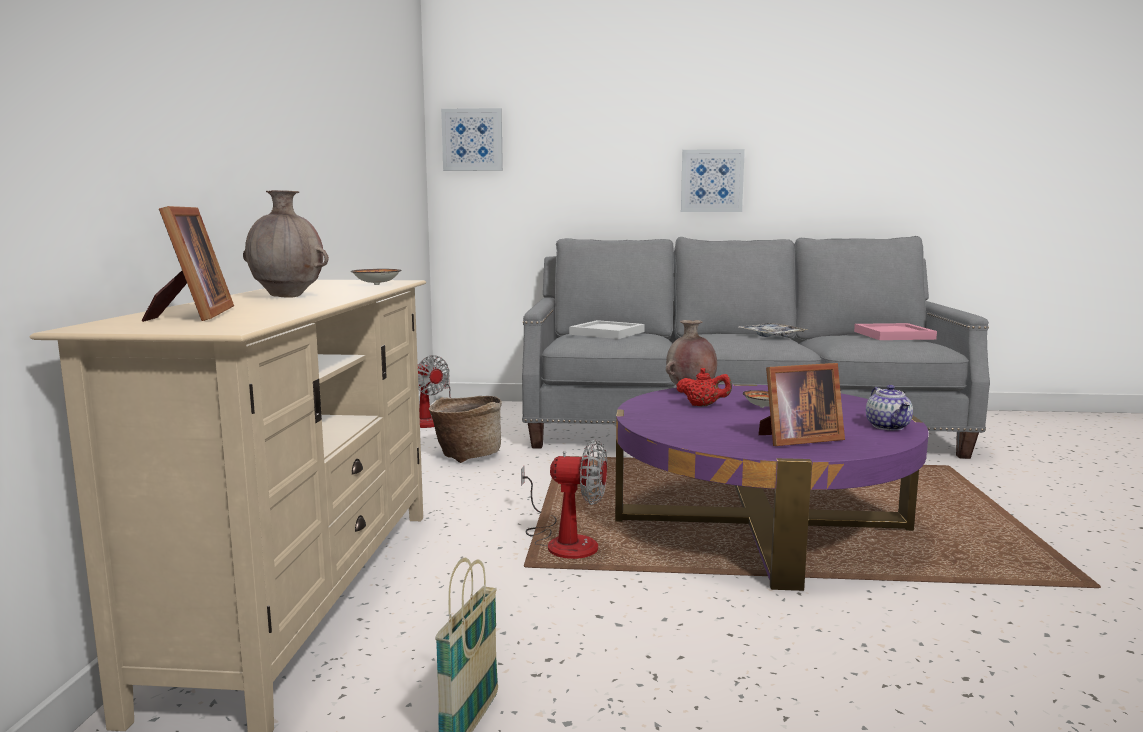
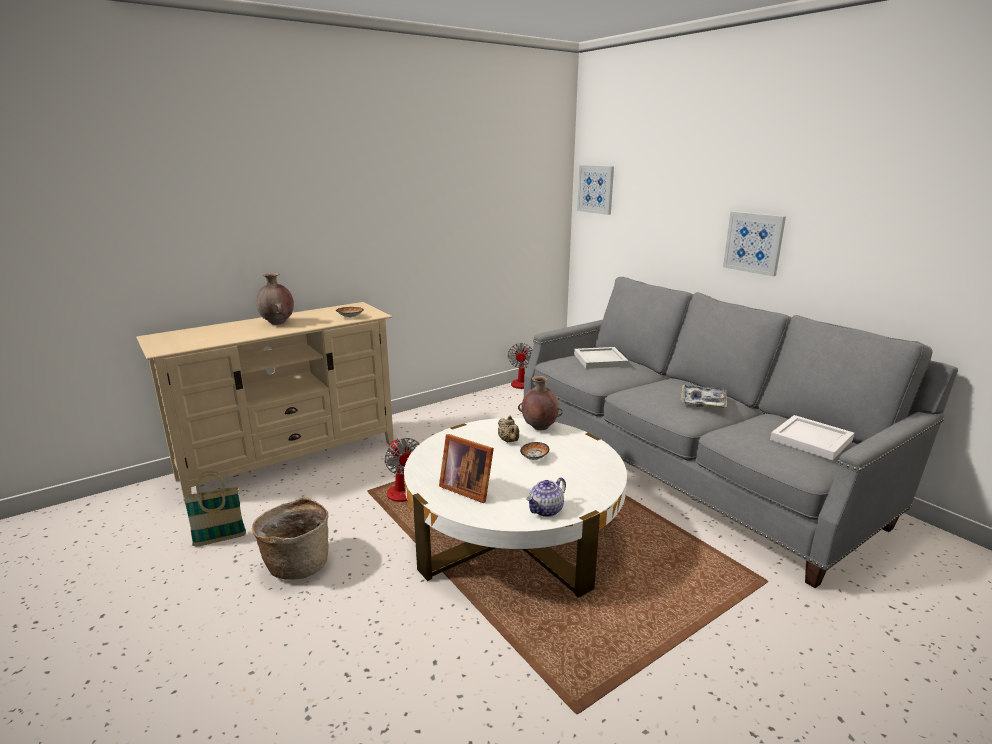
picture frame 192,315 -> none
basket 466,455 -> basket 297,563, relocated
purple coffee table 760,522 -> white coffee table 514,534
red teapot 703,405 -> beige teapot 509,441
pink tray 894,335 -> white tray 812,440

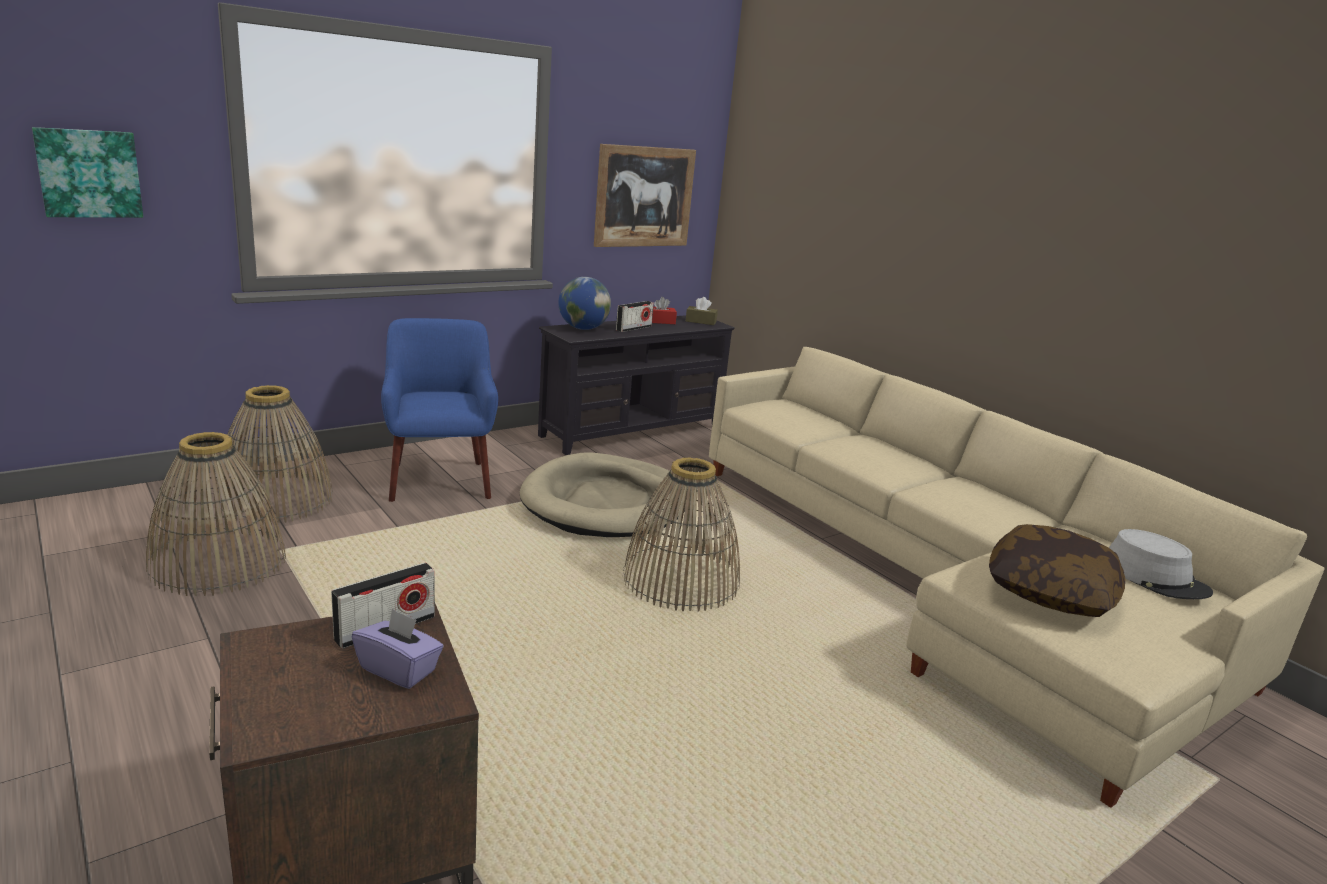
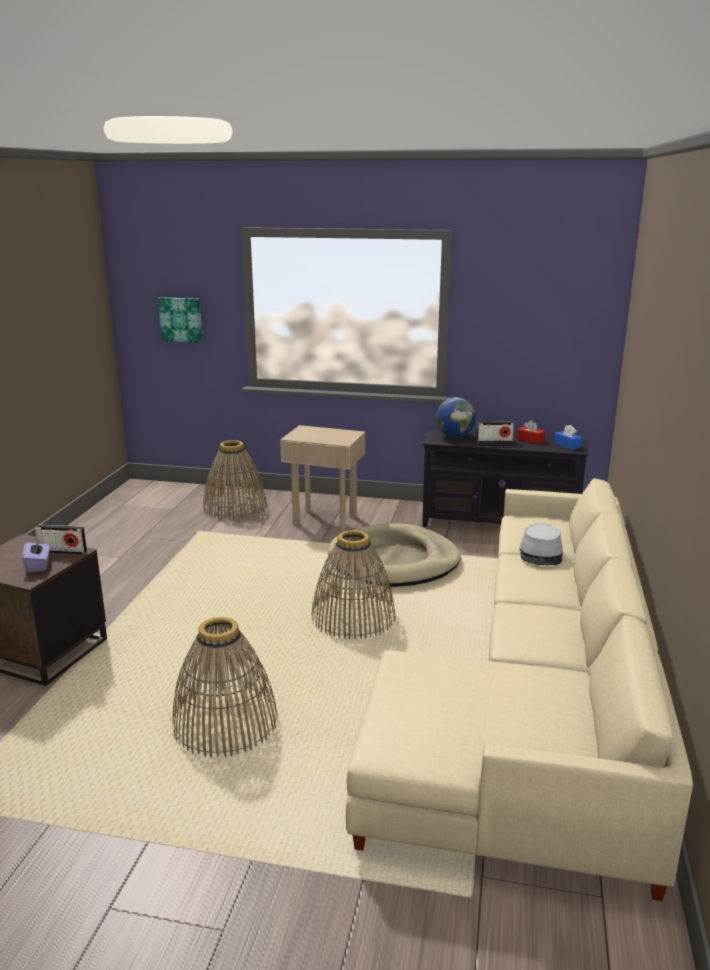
basket 218,563 -> basket 225,722, relocated
blue armchair 439,480 -> beige side table 324,520
picture 644,197 -> none
brown tissue box 700,321 -> blue tissue box 567,445
pillow 1049,590 -> none
grey hat 1155,577 -> grey hat 541,554, relocated

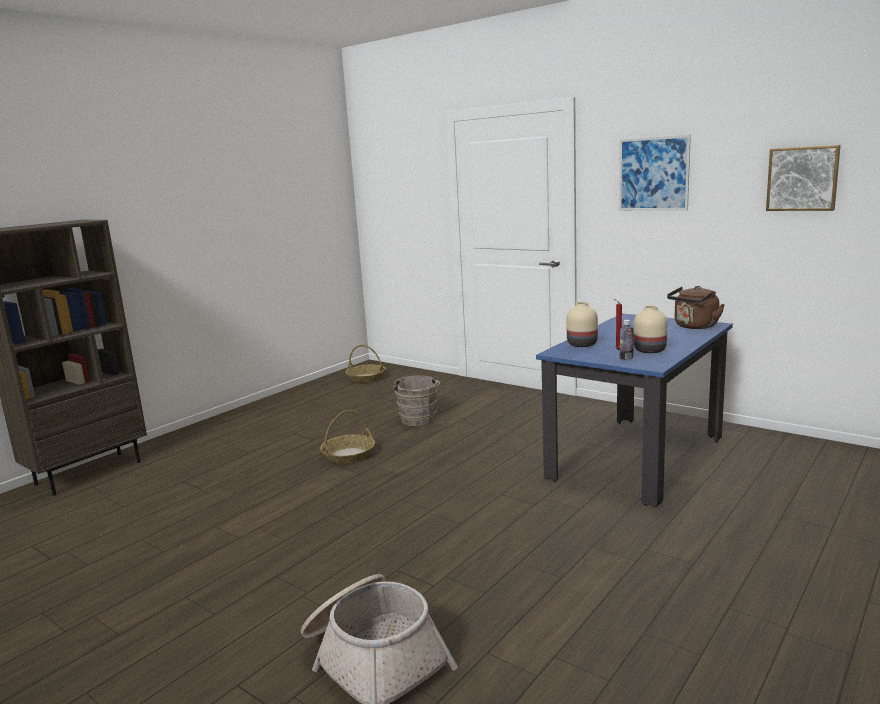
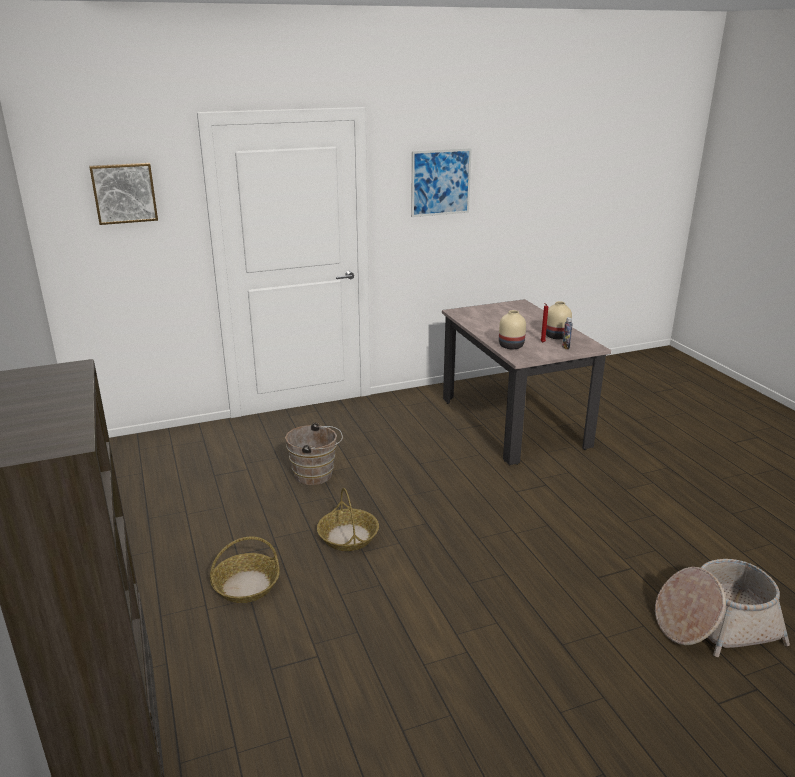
basket 366,378 -> basket 246,585, relocated
blue dining table 637,457 -> beige dining table 513,422
brown kettle 694,326 -> none
picture 802,178 -> picture 124,193, relocated

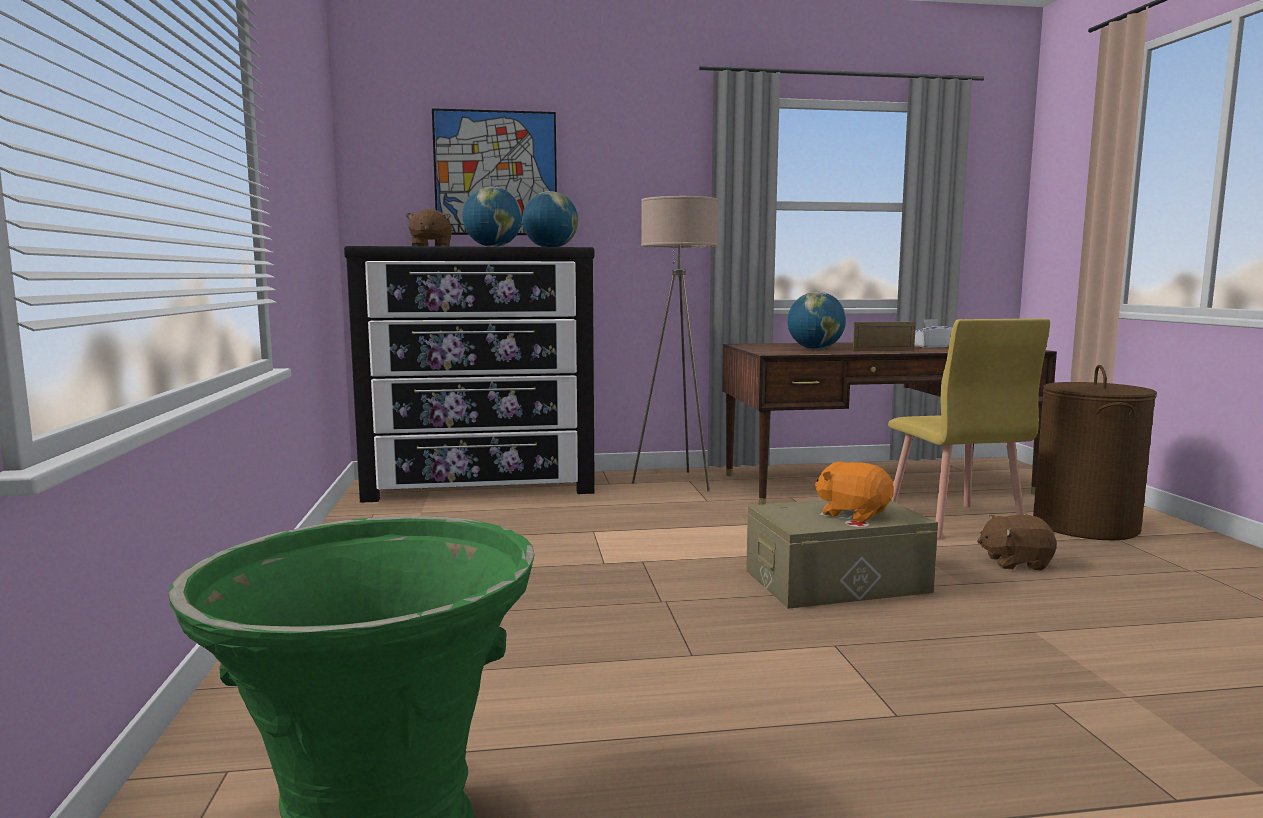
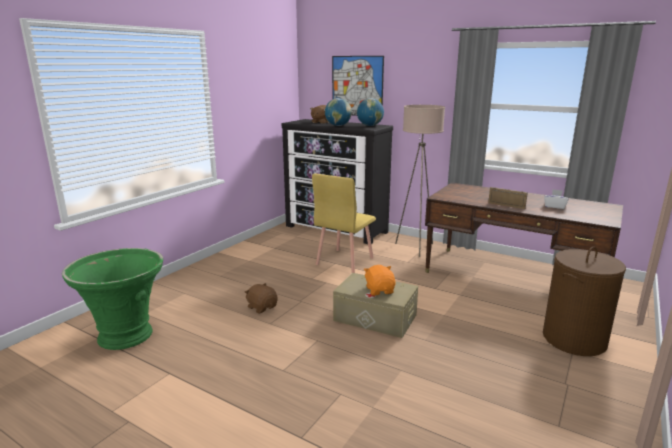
globe 815,349 -> none
yellow chair 953,521 -> yellow chair 344,261, relocated
brown plush toy 1015,563 -> brown plush toy 262,307, relocated

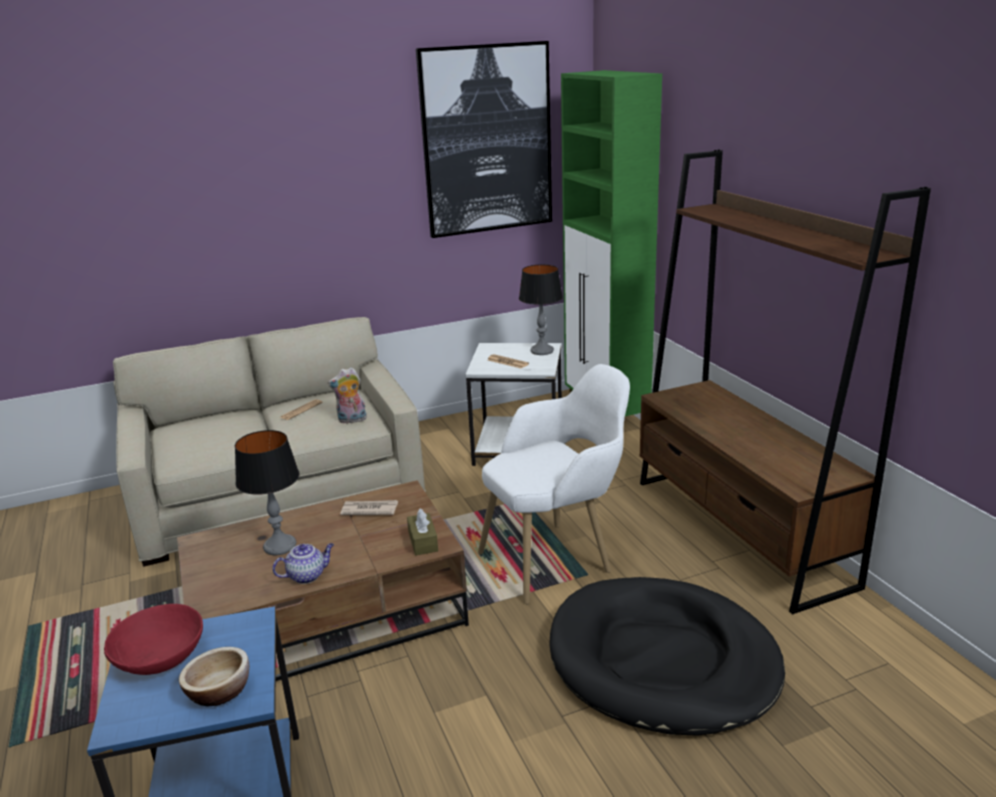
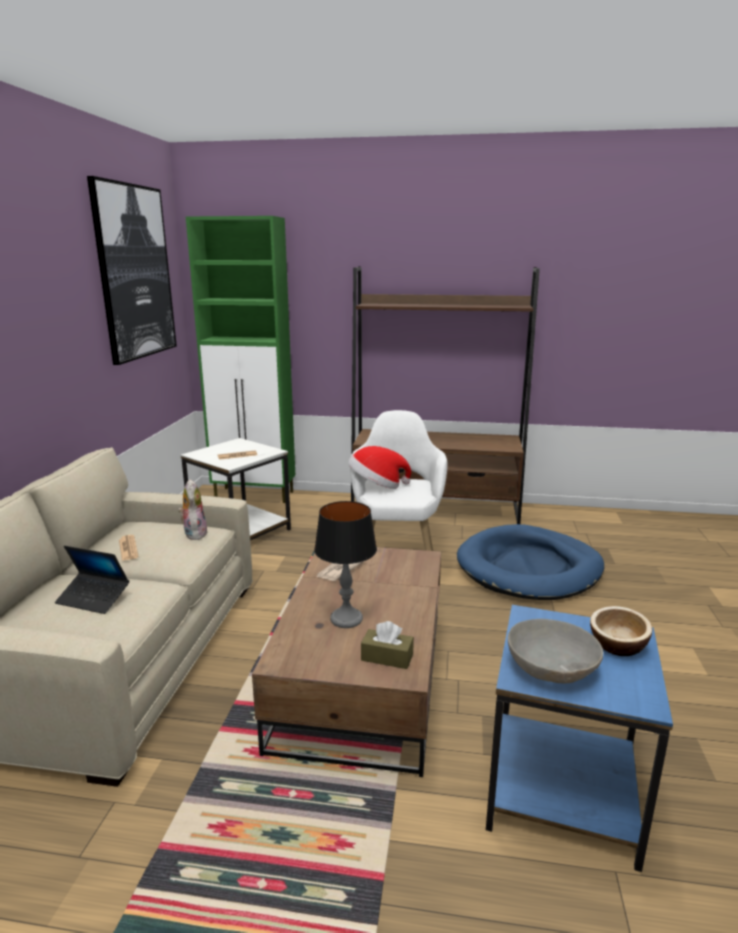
red bowl 160,657 -> grey bowl 552,668
teapot 307,575 -> none
plush toy 351,420 -> plush toy 194,533, 150 degrees clockwise
brown tissue box 423,541 -> brown tissue box 387,657, relocated
table lamp 542,351 -> none
black dog bed 662,660 -> blue dog bed 529,568
none -> laptop 93,598
none -> hat 377,486

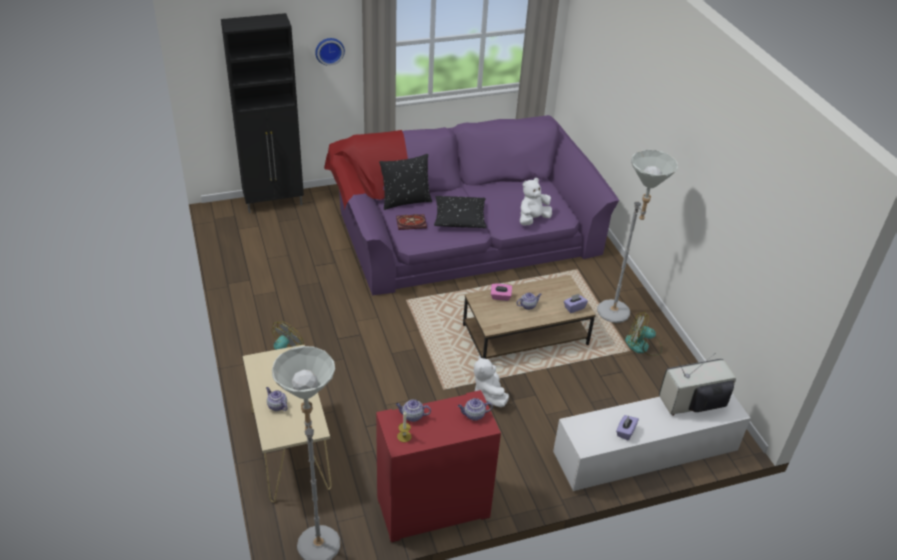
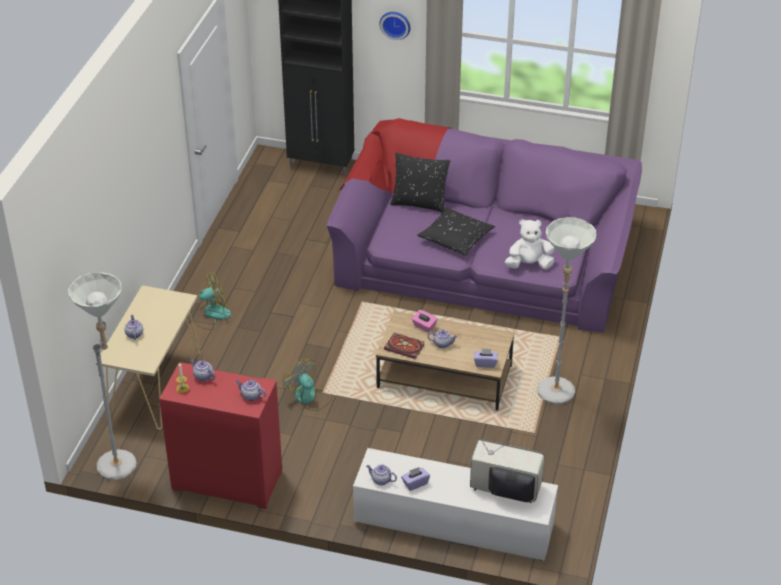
book 412,223 -> book 405,347, relocated
white plush toy 488,394 -> none
fan 642,346 -> fan 309,397, relocated
none -> teapot 381,480

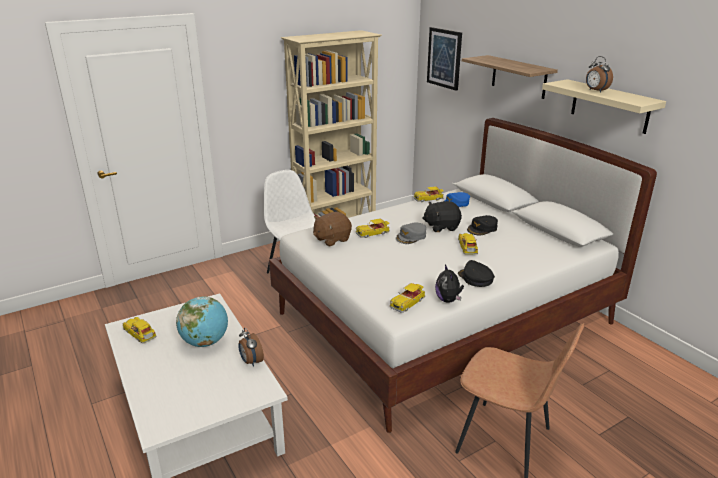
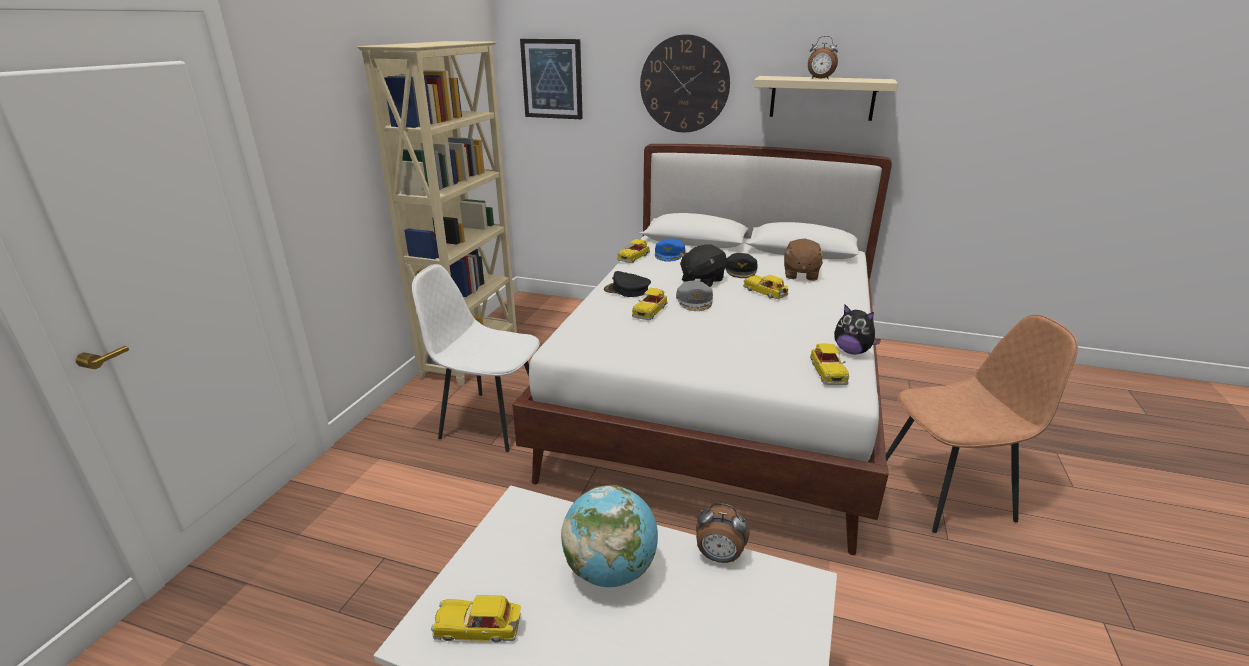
brown plush toy 331,239 -> brown plush toy 800,274, relocated
black cap 475,278 -> black cap 627,290, relocated
shelf 519,77 -> wall clock 684,84

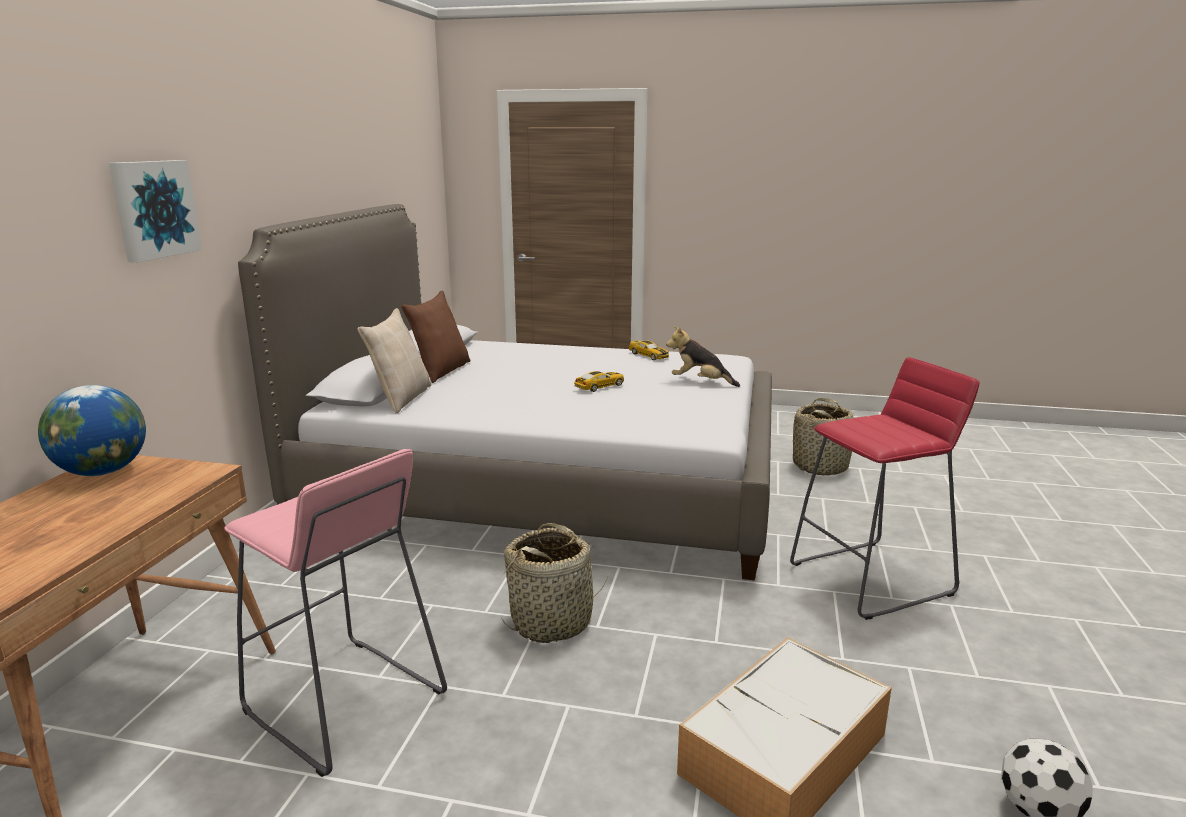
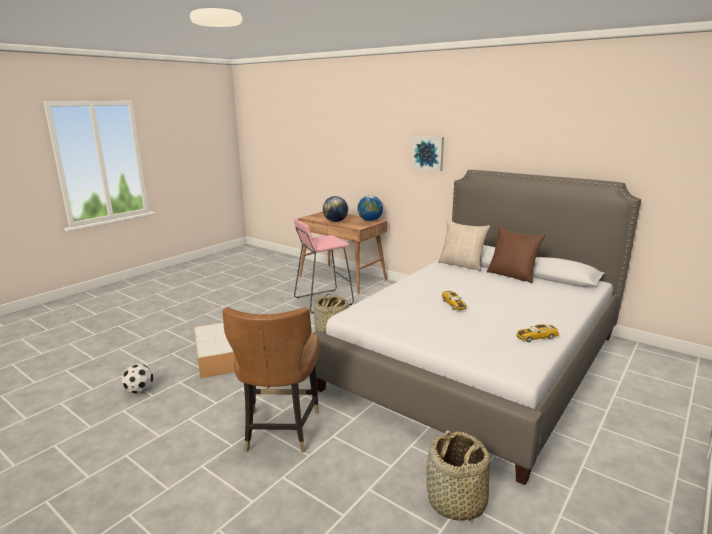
plush toy 700,382 -> none
red stool 872,579 -> brown chair 280,430
none -> globe 335,221

